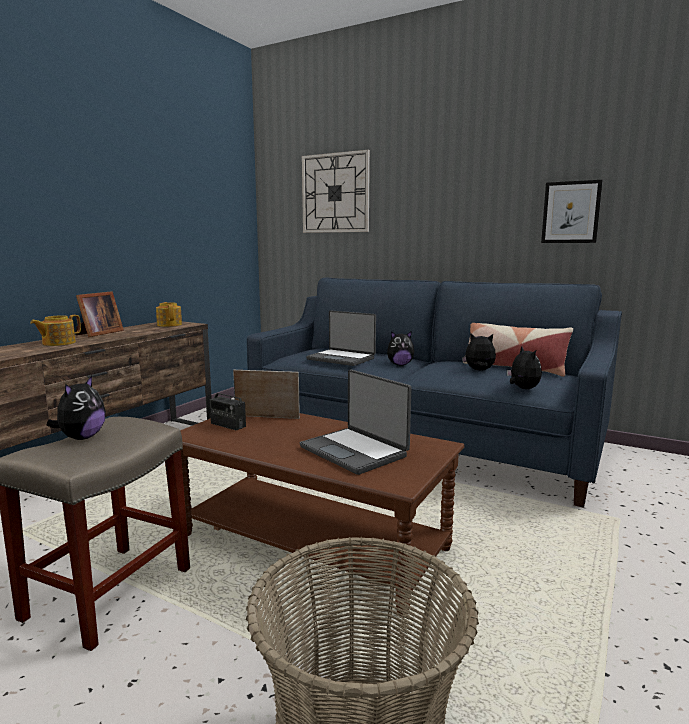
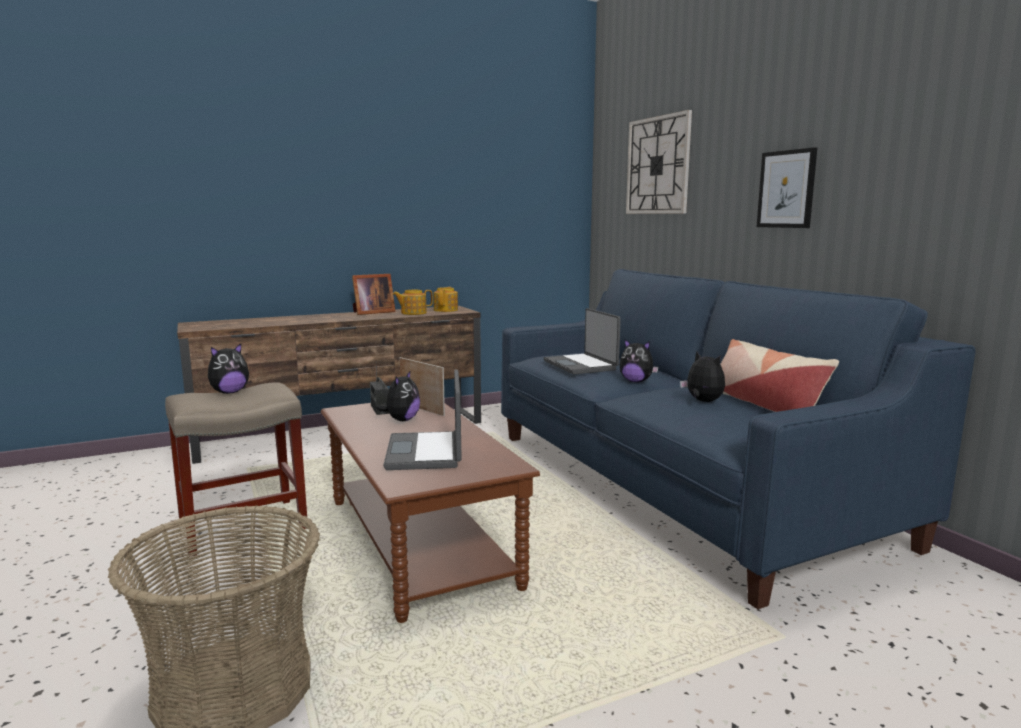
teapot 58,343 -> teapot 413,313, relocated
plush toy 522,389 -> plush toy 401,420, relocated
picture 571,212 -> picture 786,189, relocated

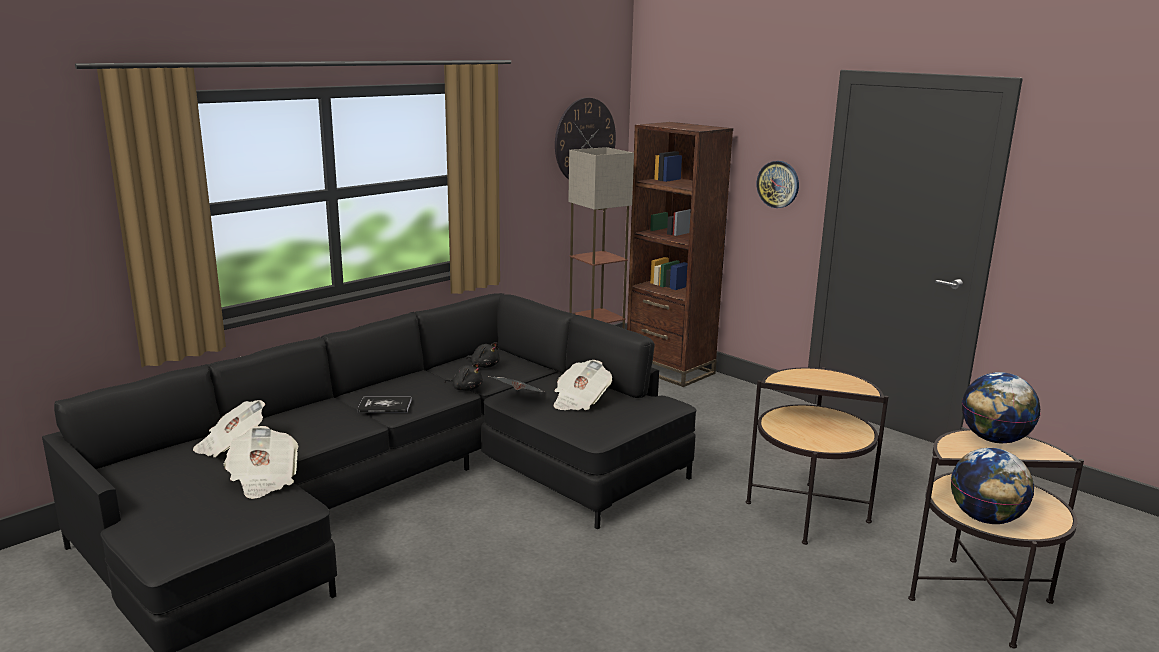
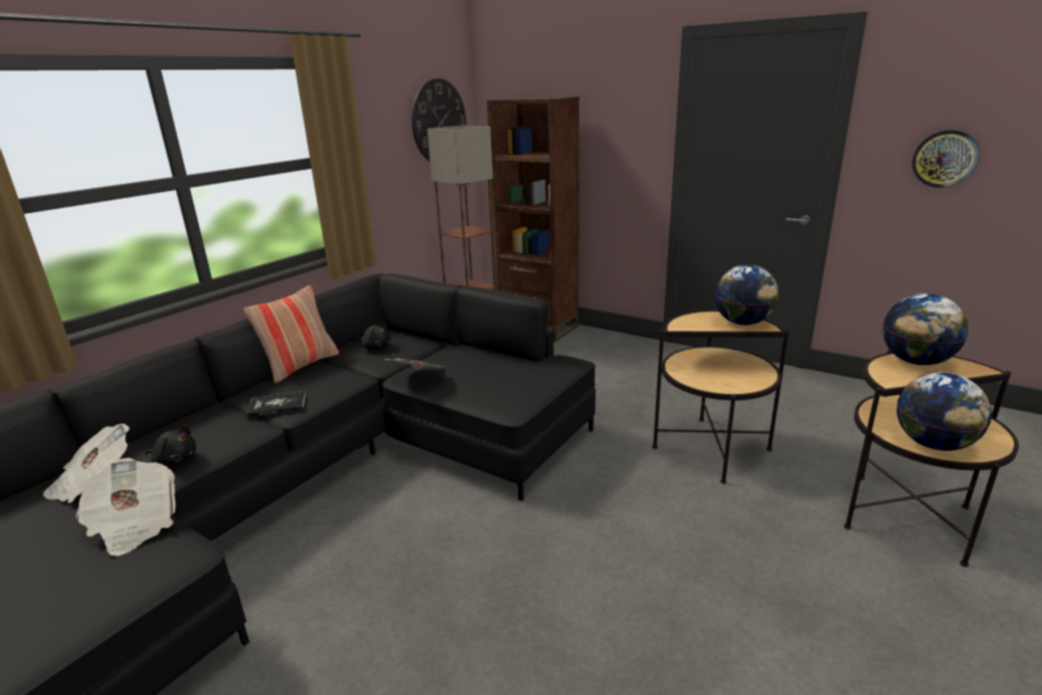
black plush toy 466,388 -> black plush toy 175,460, relocated
newspaper 579,401 -> none
wall clock 778,184 -> wall clock 944,158, relocated
none -> pillow 301,365
none -> globe 742,323

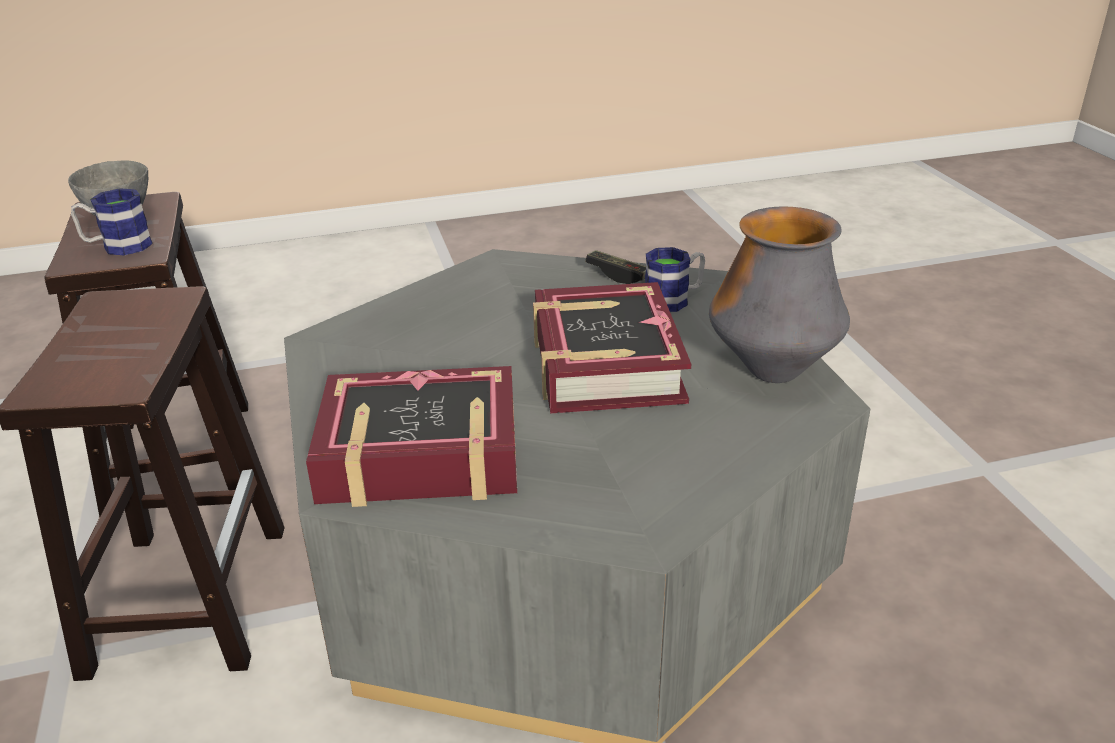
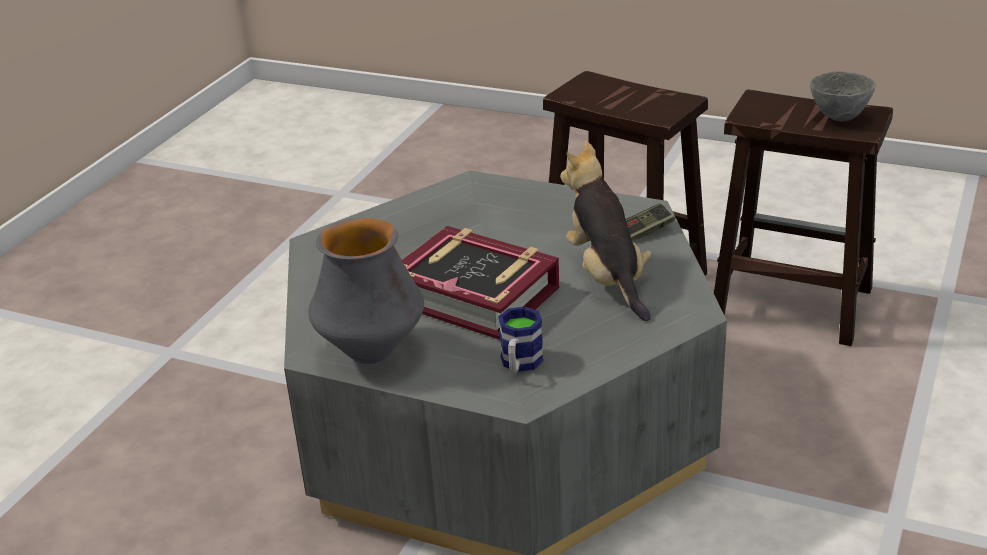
mug 117,246 -> none
book 420,454 -> none
game controller 617,275 -> game controller 646,231, relocated
none -> plush toy 607,277

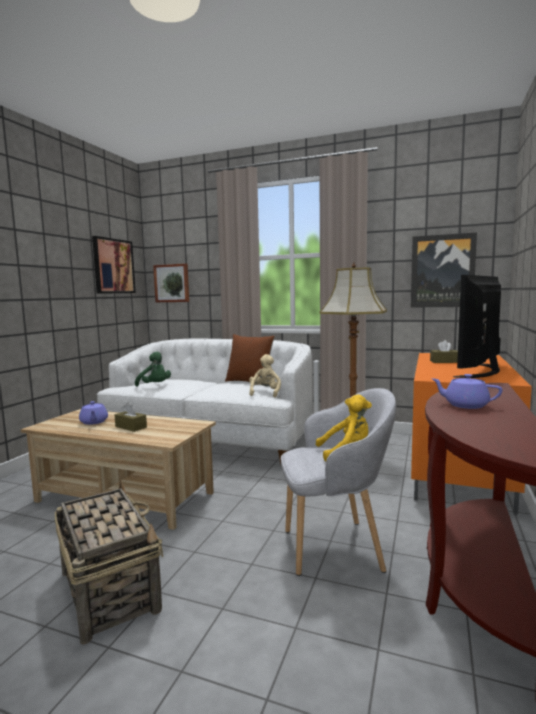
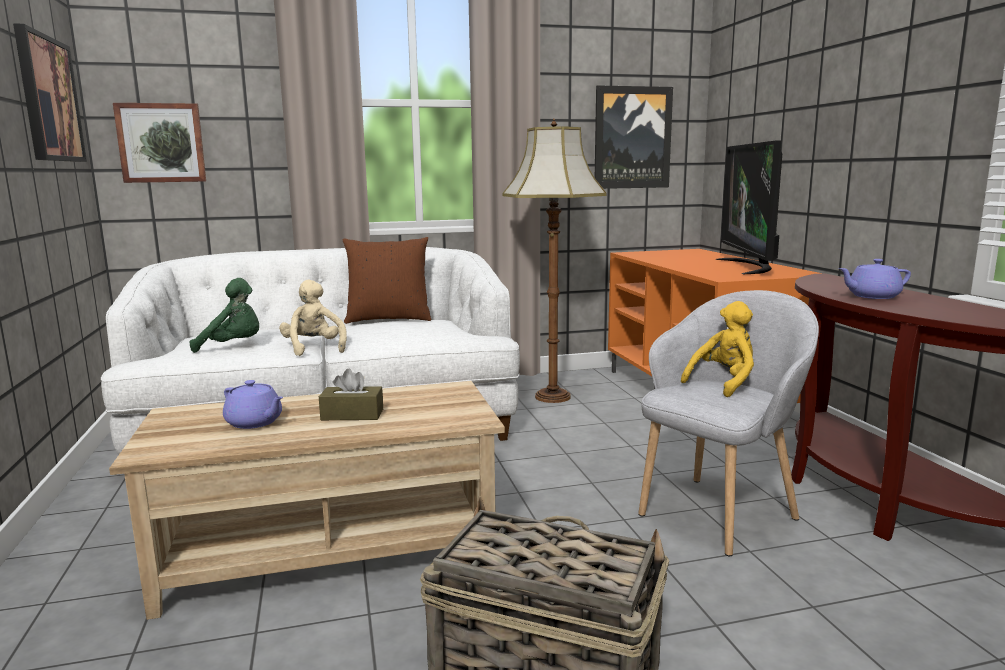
beige plush toy 265,393 -> beige plush toy 314,348, relocated
brown tissue box 444,361 -> none

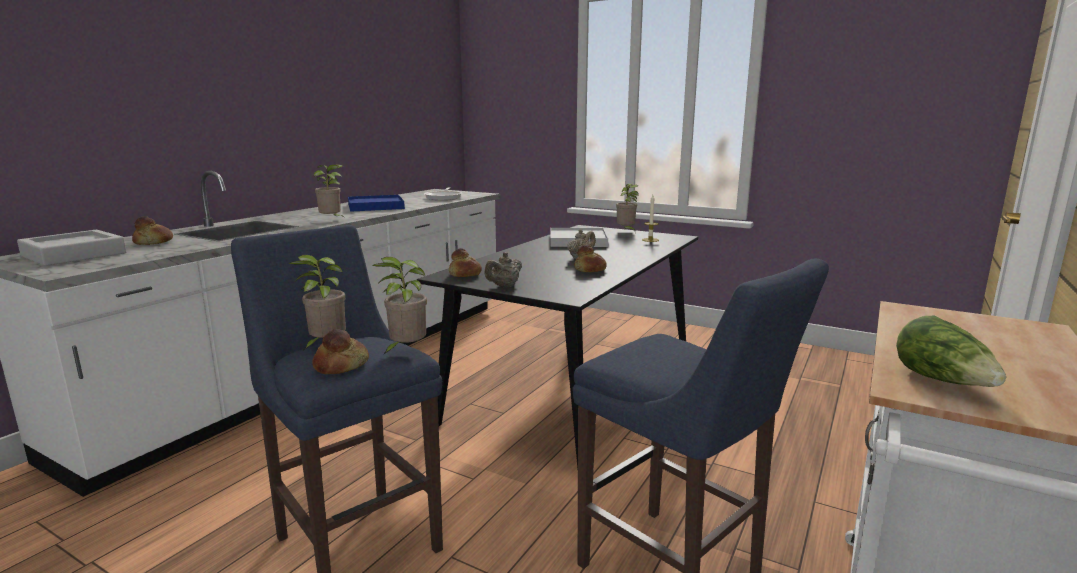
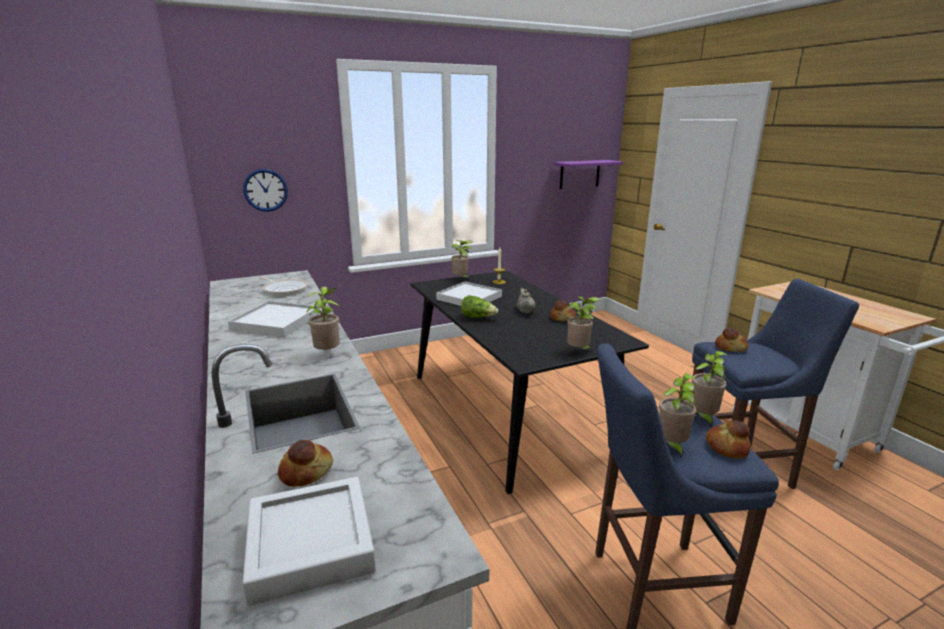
blue tray 375,206 -> white tray 276,322
bread 465,275 -> bread 731,348, relocated
beige teapot 504,286 -> potted plant 579,351
lettuce 943,382 -> lettuce 478,317, relocated
none -> wall clock 265,190
none -> purple shelf 579,174

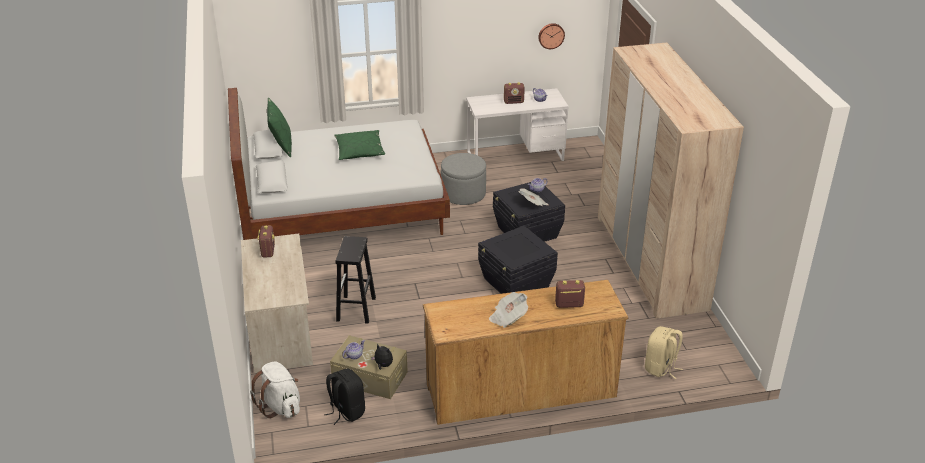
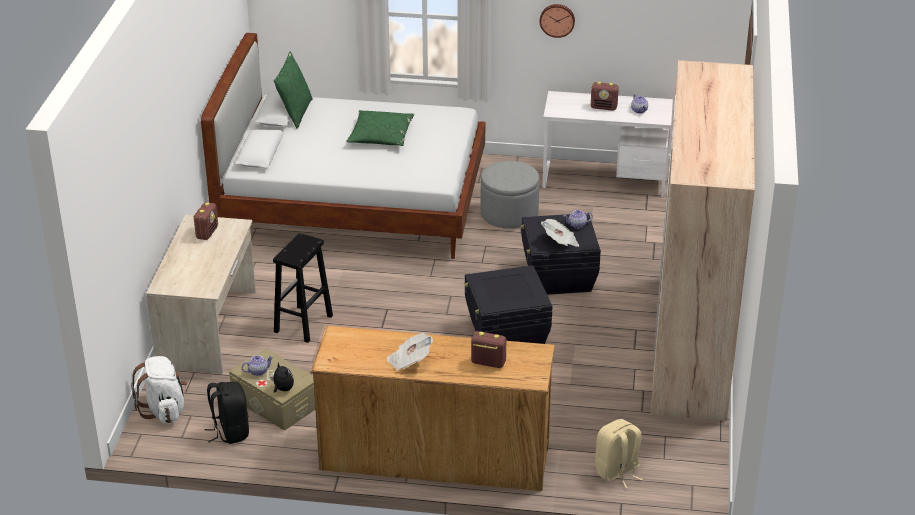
wall clock 551,35 -> wall clock 557,20, relocated

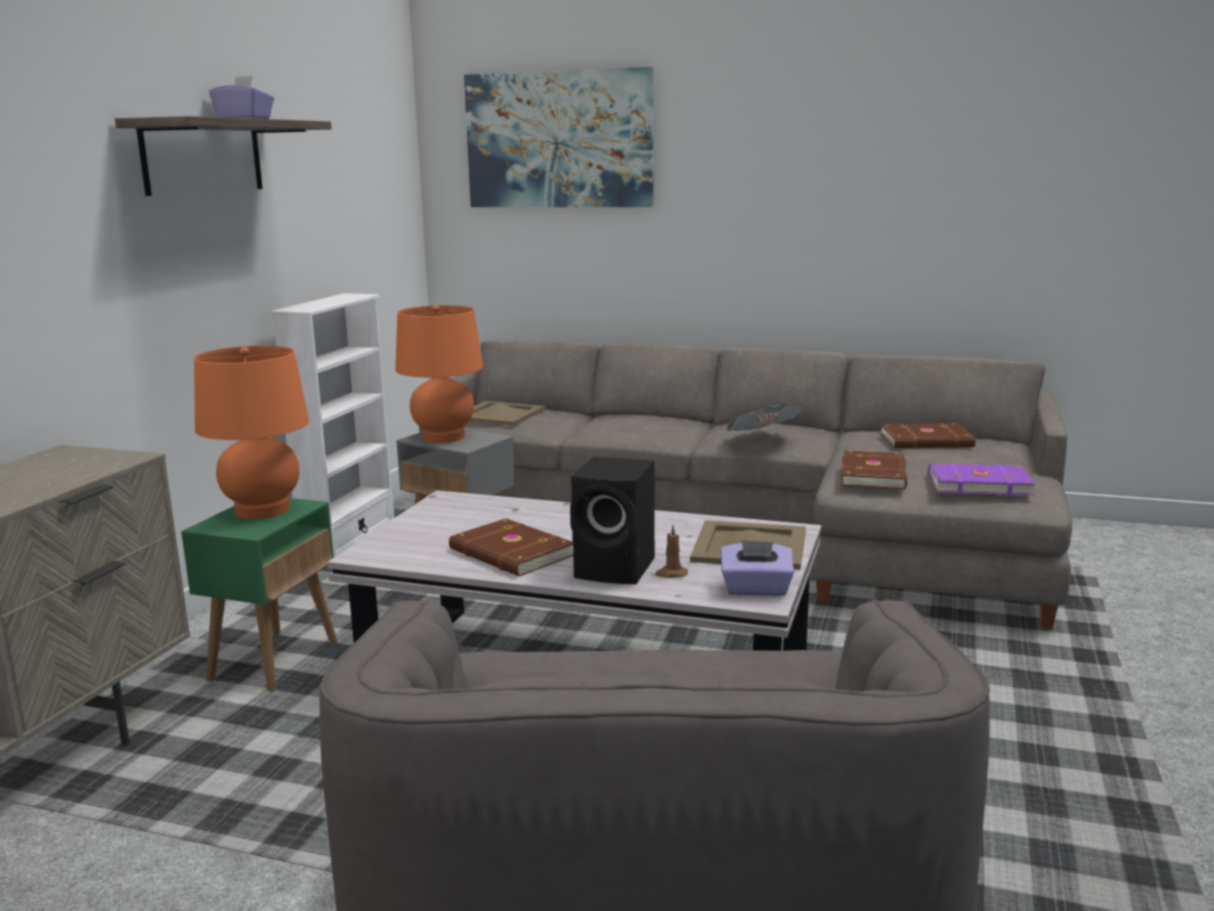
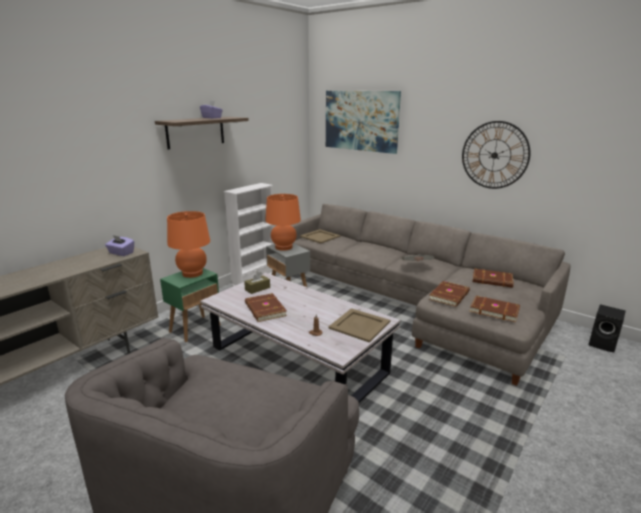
black speaker 617,569 -> black speaker 603,344, relocated
purple tissue box 756,590 -> purple tissue box 121,253, relocated
purple book 978,484 -> brown book 494,310
none -> brown tissue box 257,289
none -> wall clock 494,155

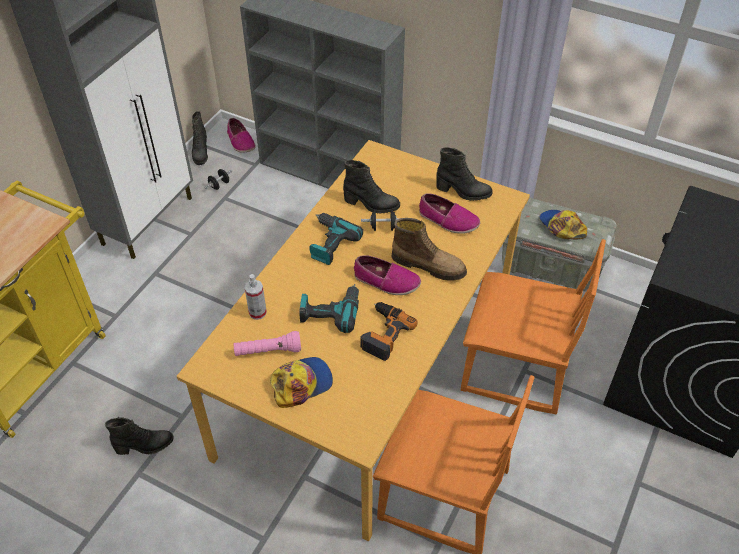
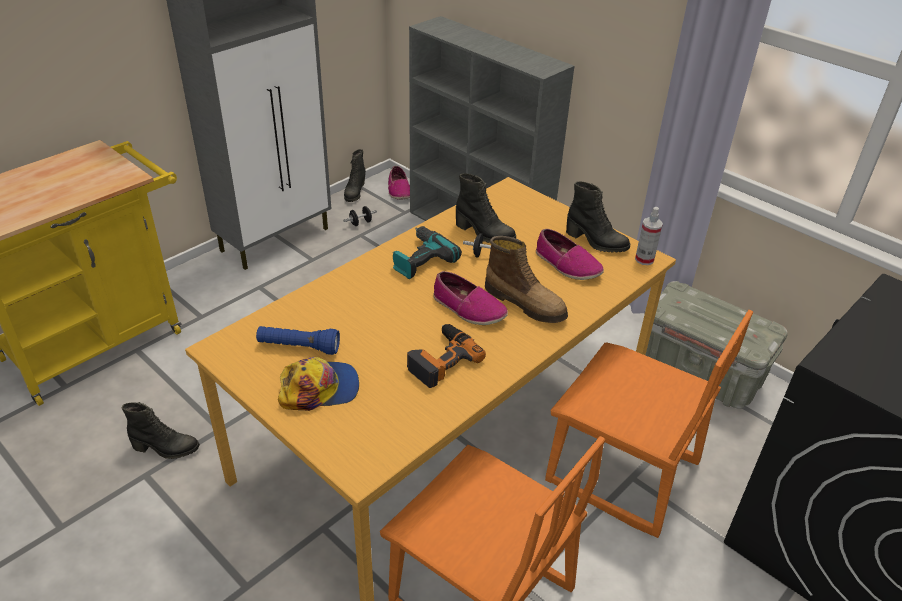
pink flashlight 268,351 -> blue flashlight 298,347
spray bottle 257,312 -> spray bottle 644,259, relocated
power drill 330,312 -> none
cap 561,227 -> none

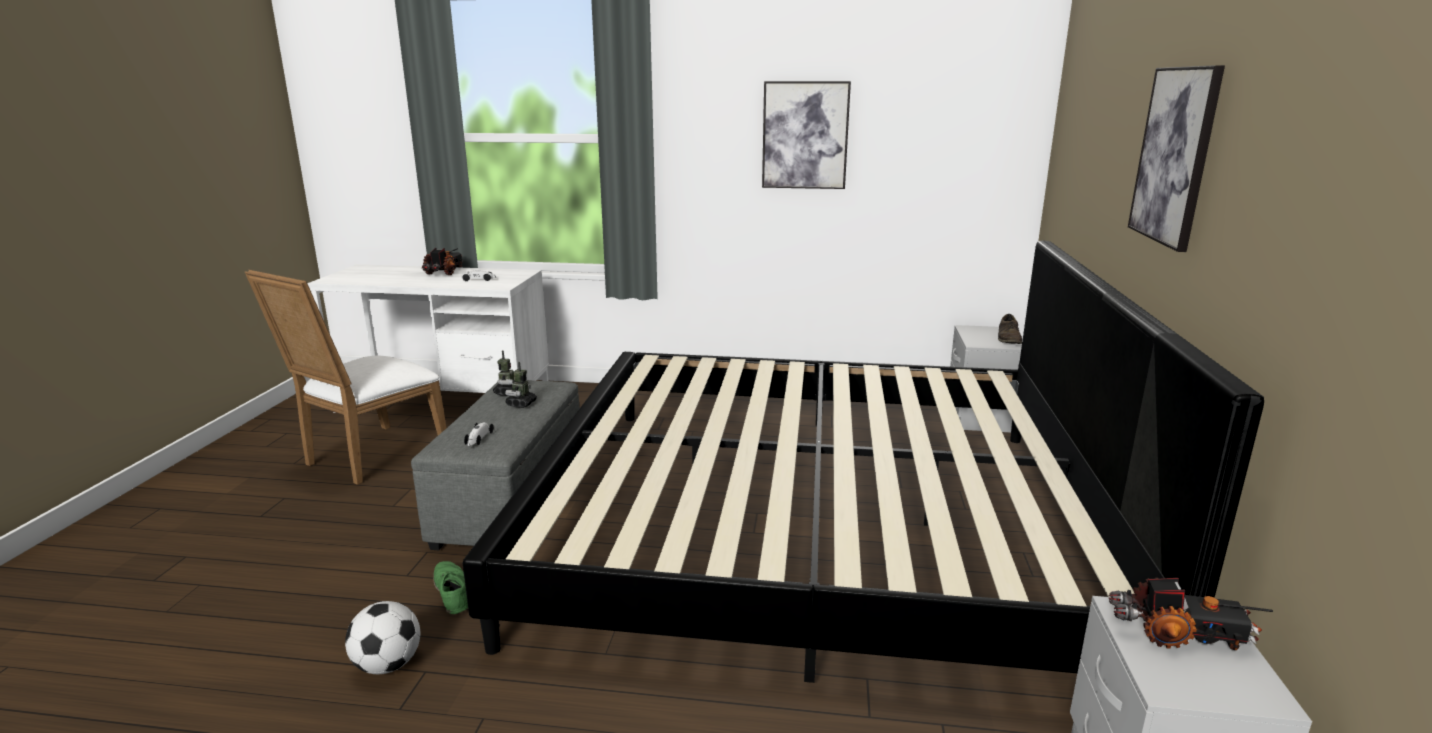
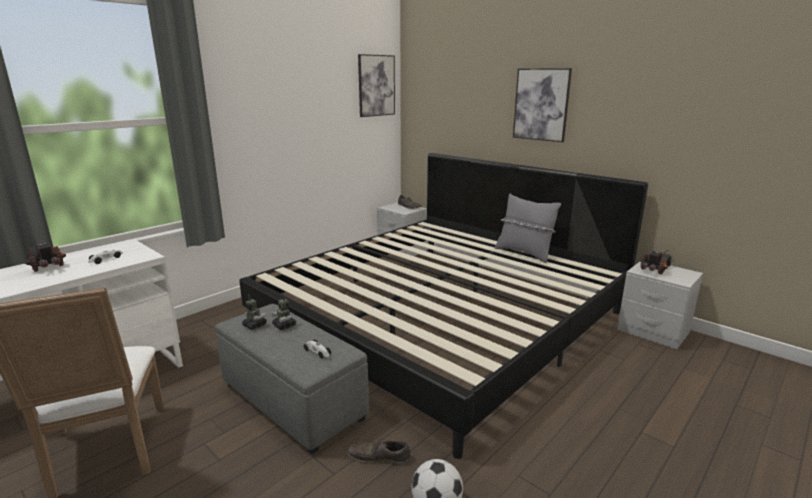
green shoe 452,592 -> brown shoe 379,456
picture 805,135 -> picture 376,85, relocated
none -> grey pillow 524,253

